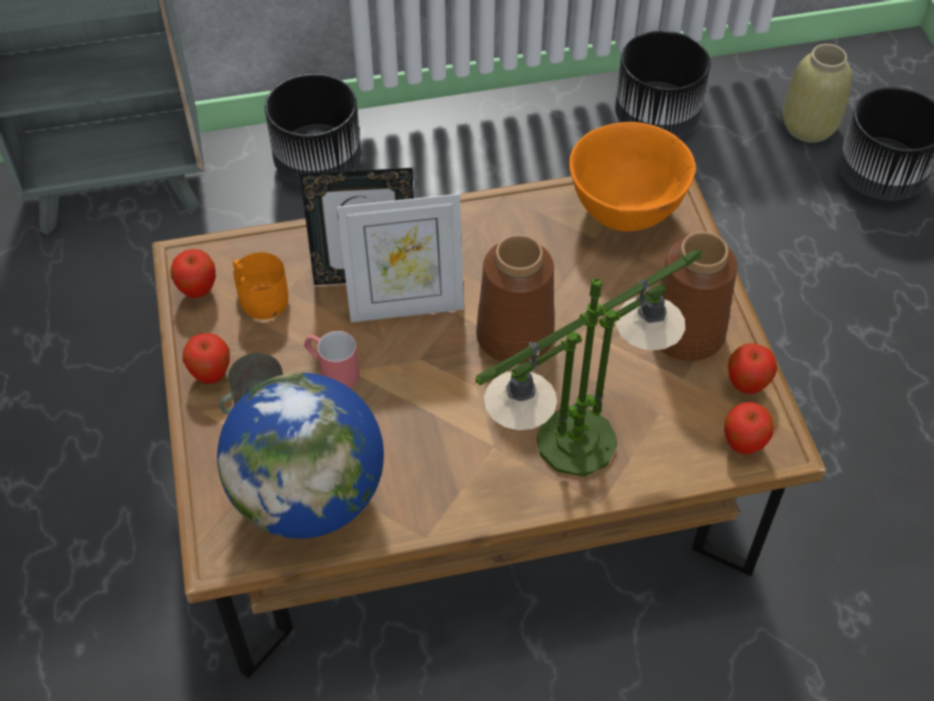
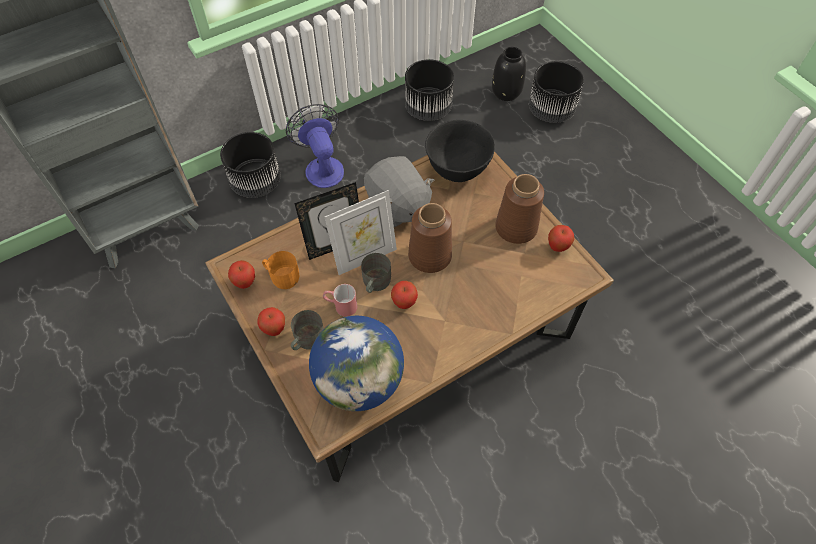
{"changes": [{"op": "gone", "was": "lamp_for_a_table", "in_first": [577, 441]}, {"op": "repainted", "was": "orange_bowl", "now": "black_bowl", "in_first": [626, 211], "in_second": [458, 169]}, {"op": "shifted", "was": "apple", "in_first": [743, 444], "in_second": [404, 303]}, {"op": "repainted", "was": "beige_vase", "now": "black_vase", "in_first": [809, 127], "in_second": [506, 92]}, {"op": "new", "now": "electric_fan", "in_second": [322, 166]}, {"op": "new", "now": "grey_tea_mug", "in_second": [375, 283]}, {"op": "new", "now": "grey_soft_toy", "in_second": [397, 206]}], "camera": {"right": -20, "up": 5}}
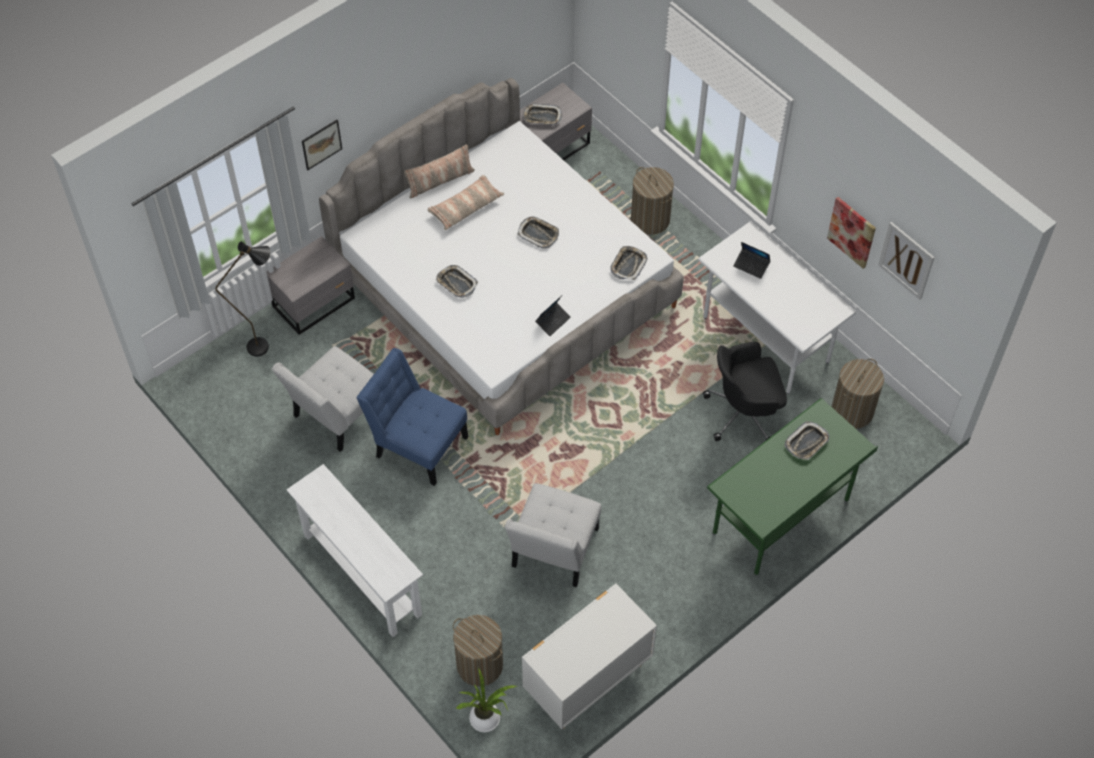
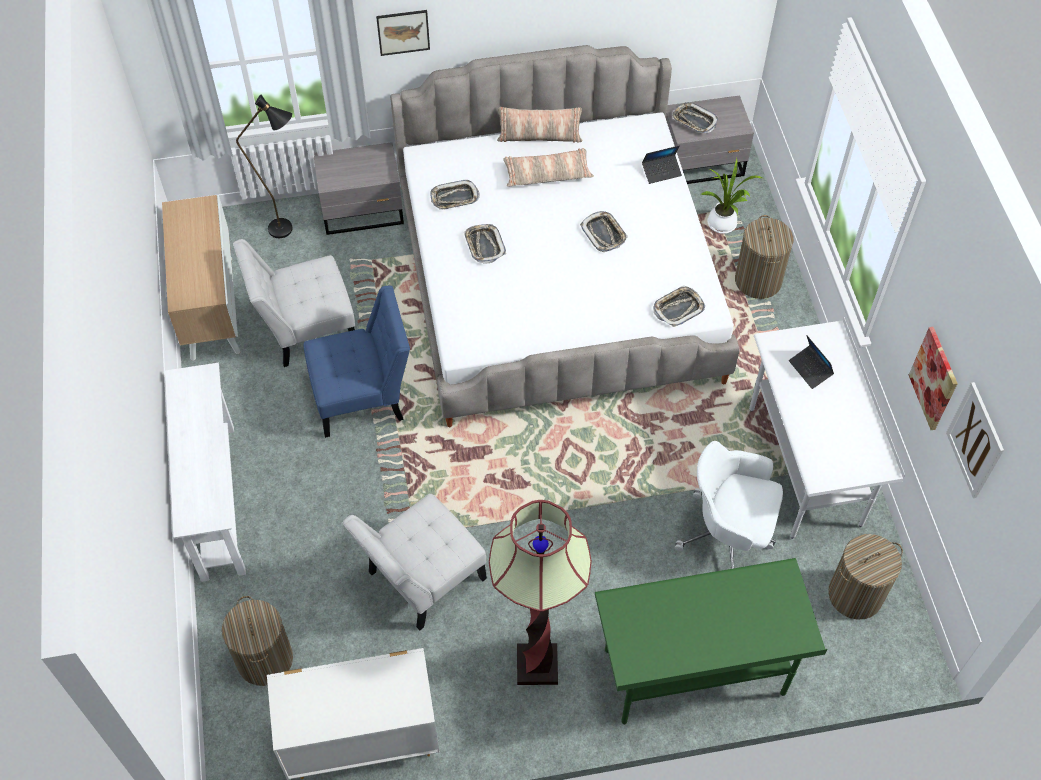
{"changes": [{"op": "rotated", "was": "bluish_chair", "in_first": [417, 444], "in_second": [363, 396], "clockwise": 105}, {"op": "shifted", "was": "houseplant", "in_first": [487, 719], "in_second": [723, 225]}, {"op": "shifted", "was": "laptop", "in_first": [553, 321], "in_second": [661, 172]}, {"op": "repainted", "was": "black_desk_chair", "now": "white_desk_chair", "in_first": [744, 413], "in_second": [728, 535]}, {"op": "shifted", "was": "serving_tray", "in_first": [806, 443], "in_second": [454, 198]}, {"op": "new", "now": "cupboard", "in_second": [210, 307]}, {"op": "new", "now": "standard_lamp", "in_second": [537, 665]}], "camera": {"right": 30, "up": 0}}
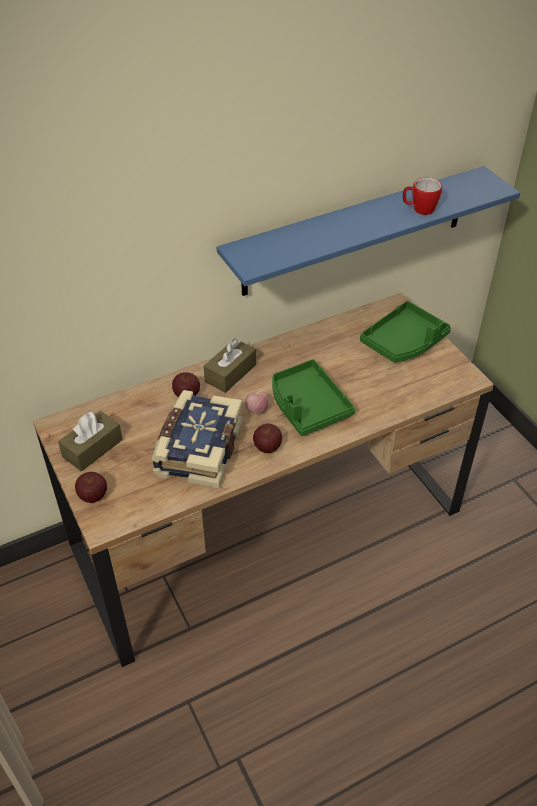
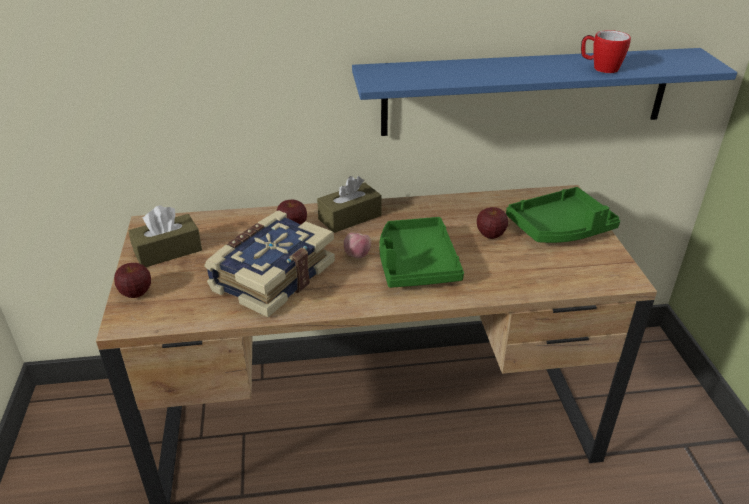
{"changes": [{"op": "shifted", "was": "apple", "in_first": [267, 447], "in_second": [491, 235]}], "camera": {"right": 20, "up": -10}}
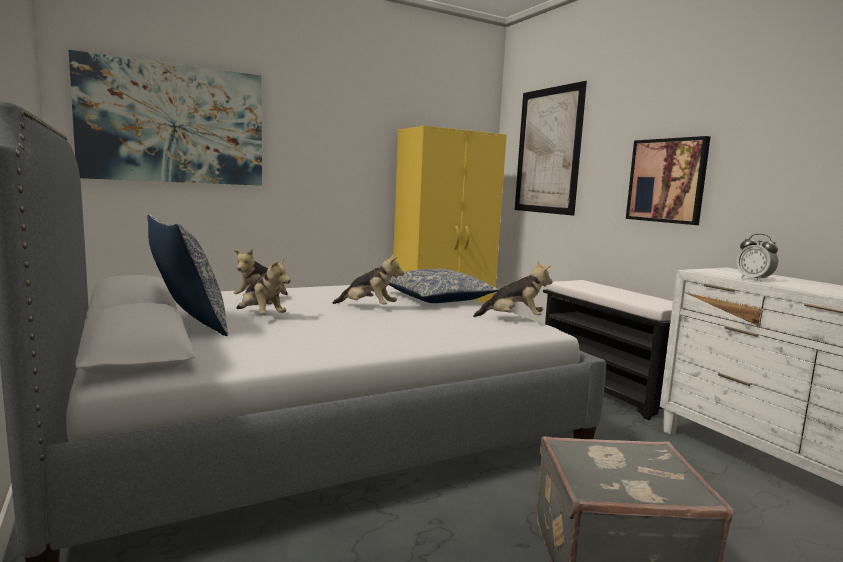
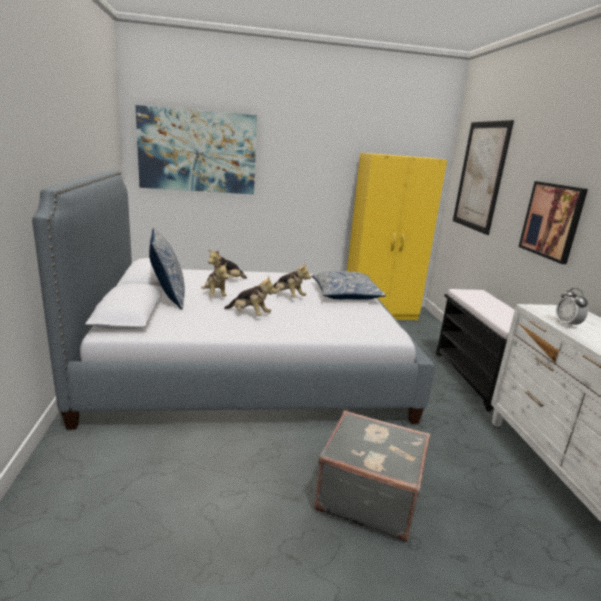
{"changes": [{"op": "shifted", "was": "soft_toy", "in_first": [513, 319], "in_second": [249, 315]}], "camera": {"right": 20, "up": 10}}
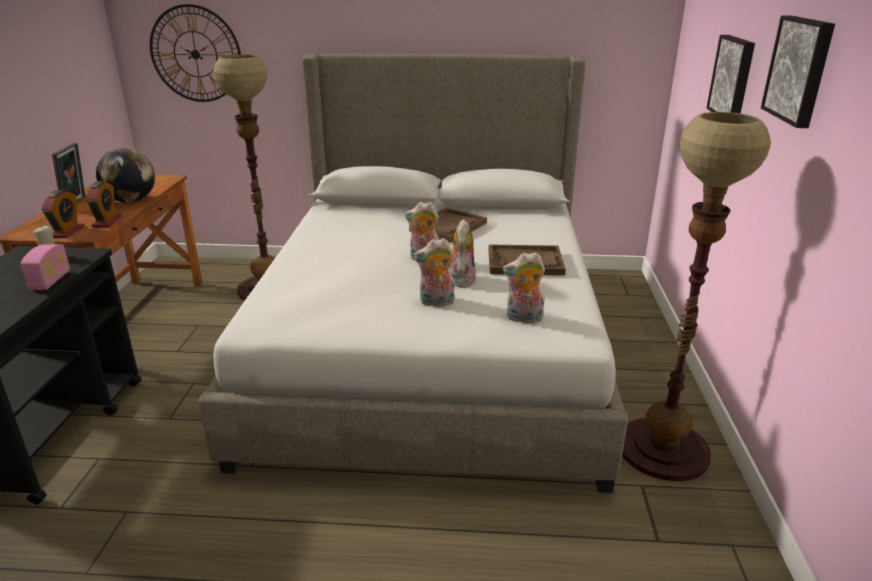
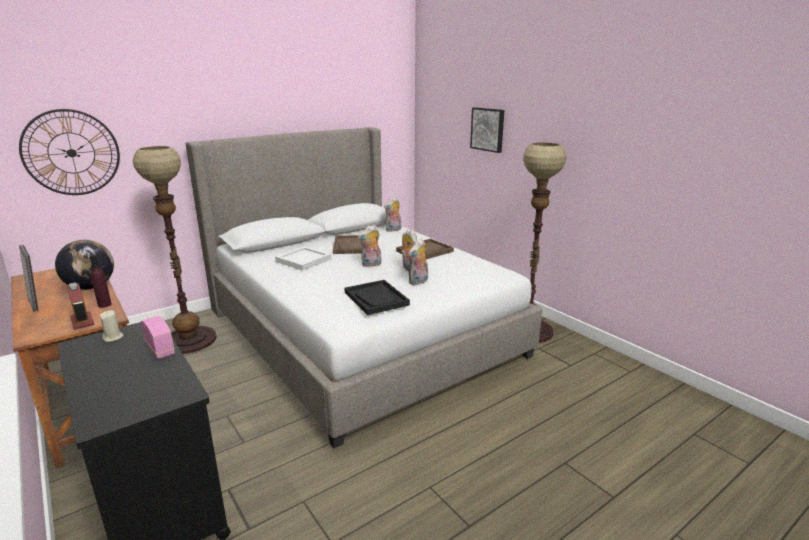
{"changes": [{"op": "swapped", "was": "table_clock", "now": "purple_drink_bottle", "in_first": [107, 221], "in_second": [104, 305]}, {"op": "shifted", "was": "soft_toy", "in_first": [523, 318], "in_second": [393, 230]}, {"op": "gone", "was": "wall_picture", "in_first": [800, 70]}, {"op": "new", "now": "white_serving_tray", "in_second": [303, 260]}, {"op": "new", "now": "black_serving_tray", "in_second": [376, 299]}], "camera": {"right": -40, "up": -5}}
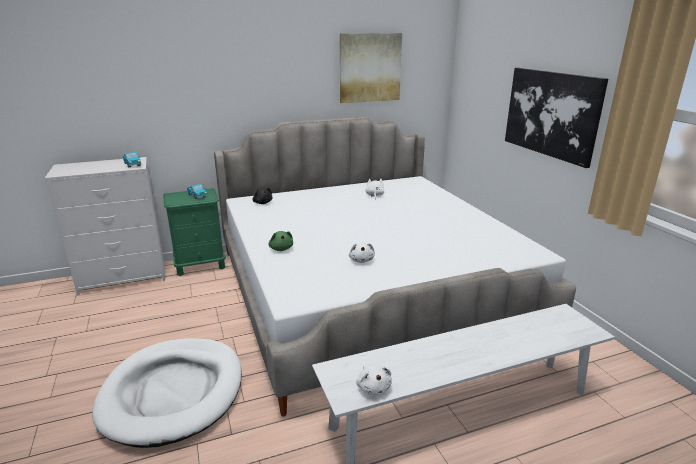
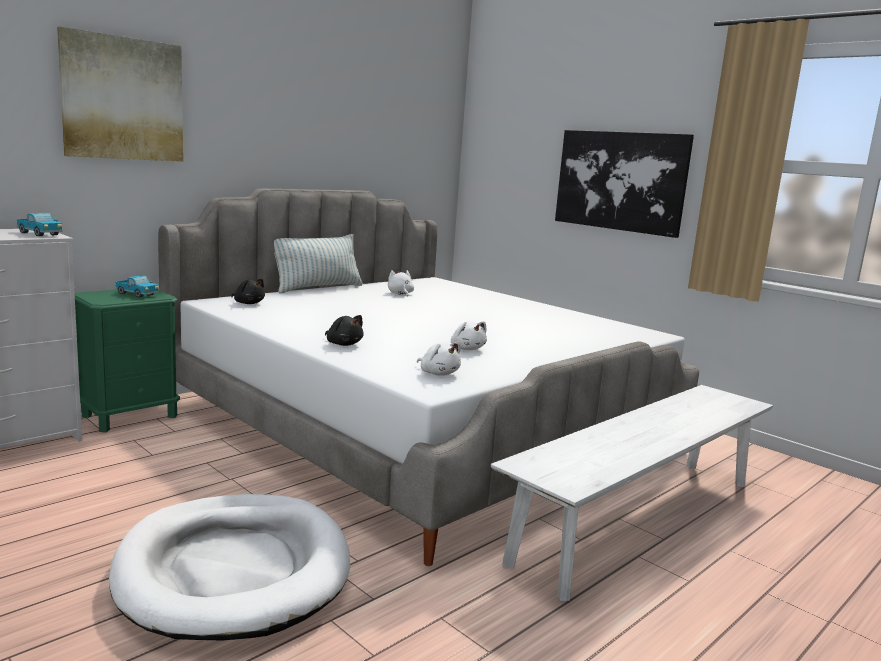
{"changes": [{"op": "repainted", "was": "greenish_soft_toy", "now": "black_soft_toy", "in_first": [281, 248], "in_second": [343, 344]}, {"op": "shifted", "was": "wall_picture", "in_first": [370, 68], "in_second": [123, 99]}, {"op": "shifted", "was": "white_soft_toy", "in_first": [373, 387], "in_second": [438, 373]}, {"op": "new", "now": "cushion", "in_second": [318, 288]}], "camera": {"right": -25, "up": -10}}
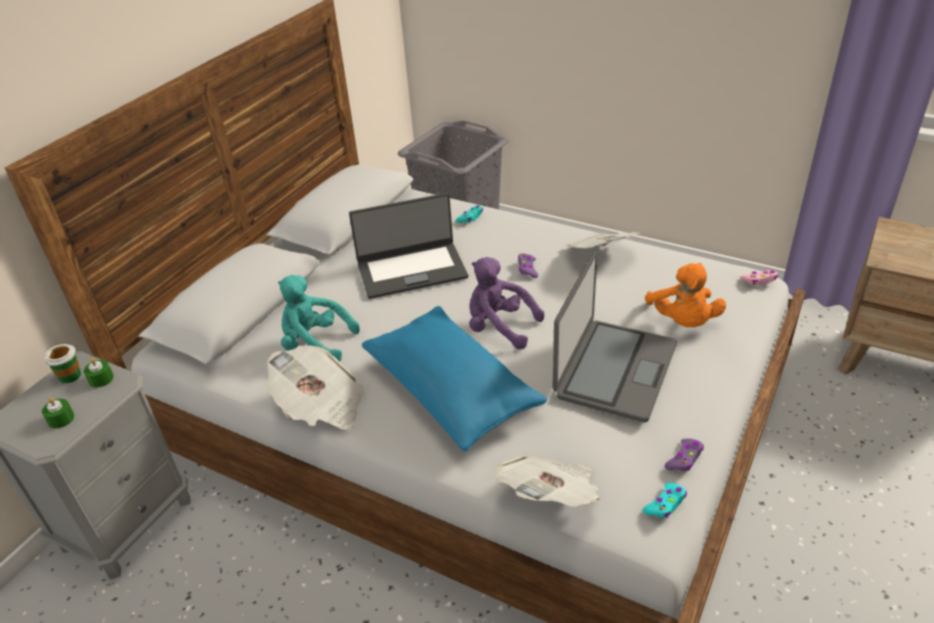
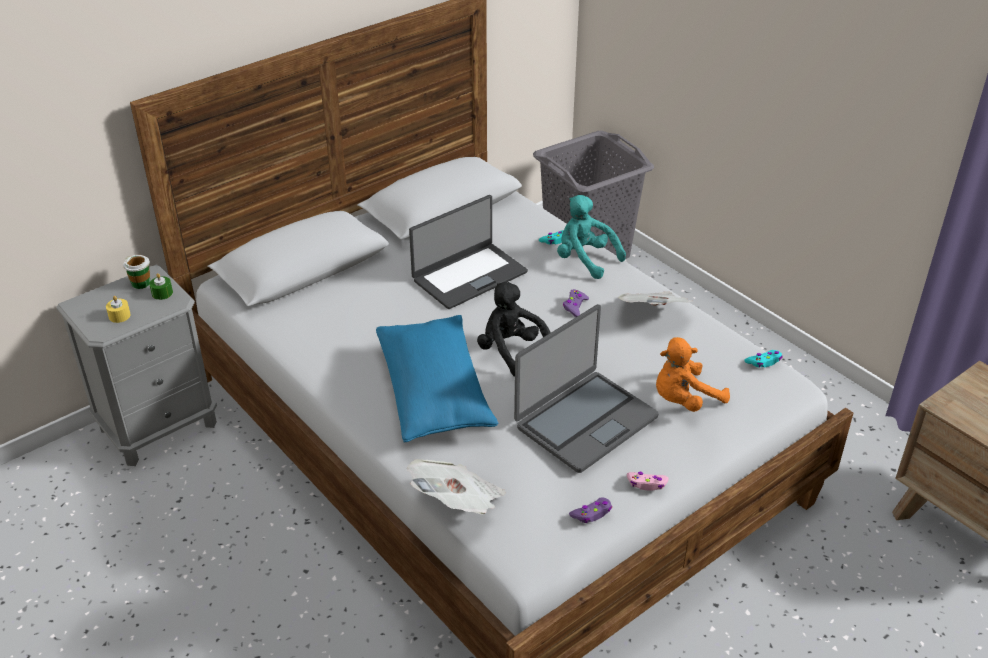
{"changes": [{"op": "repainted", "was": "greenish_wax_light", "now": "yellow_wax_light", "in_first": [61, 419], "in_second": [119, 316]}, {"op": "gone", "was": "newspaper", "in_first": [320, 406]}, {"op": "shifted", "was": "blue-green_soft_toy", "in_first": [316, 344], "in_second": [585, 260]}, {"op": "rotated", "was": "laptop", "in_first": [411, 270], "in_second": [469, 275], "clockwise": -45}, {"op": "repainted", "was": "purple_soft_toy", "now": "black_soft_toy", "in_first": [499, 327], "in_second": [512, 352]}, {"op": "shifted", "was": "blue-green_game_controller", "in_first": [665, 504], "in_second": [764, 362]}, {"op": "rotated", "was": "orange_soft_toy", "in_first": [682, 322], "in_second": [683, 400], "clockwise": 45}, {"op": "shifted", "was": "pinkish_game_controller", "in_first": [759, 280], "in_second": [647, 484]}], "camera": {"right": 20, "up": 0}}
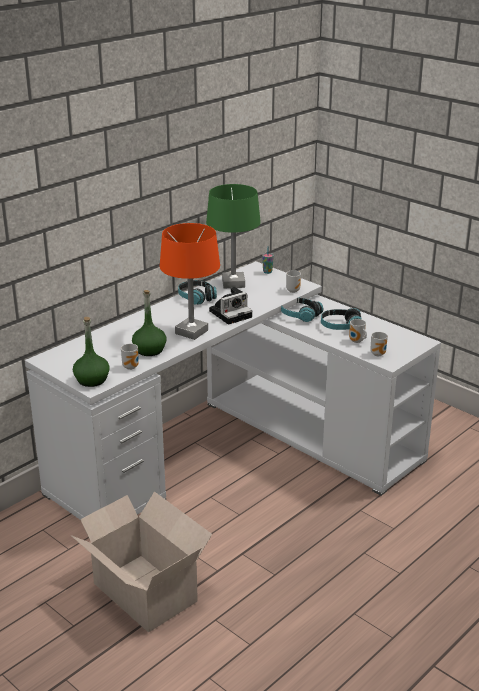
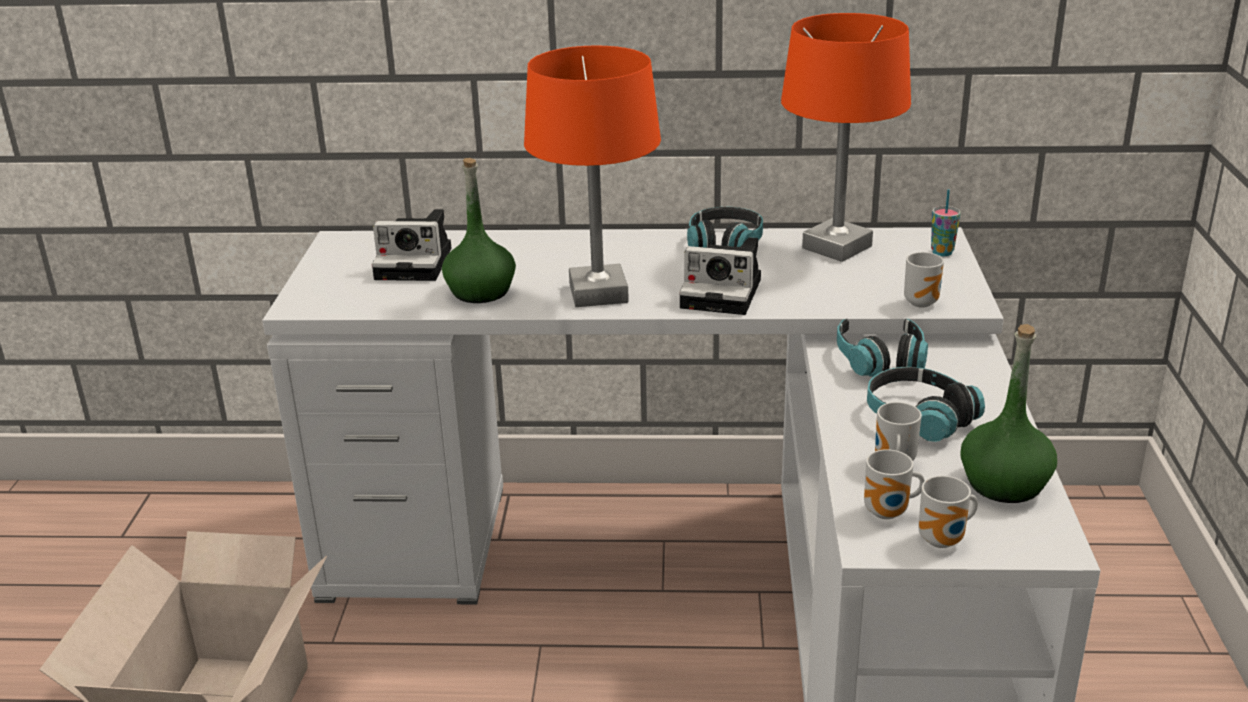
{"changes": [{"op": "shifted", "was": "greenish_drink_bottle", "in_first": [92, 380], "in_second": [1004, 484]}, {"op": "shifted", "was": "tea_mug", "in_first": [132, 367], "in_second": [944, 541]}, {"op": "repainted", "was": "greenish_lamp_for_a_table", "now": "orange_lamp_for_a_table", "in_first": [233, 283], "in_second": [836, 247]}, {"op": "new", "now": "still_camera", "in_second": [417, 263]}], "camera": {"right": 50, "up": 0}}
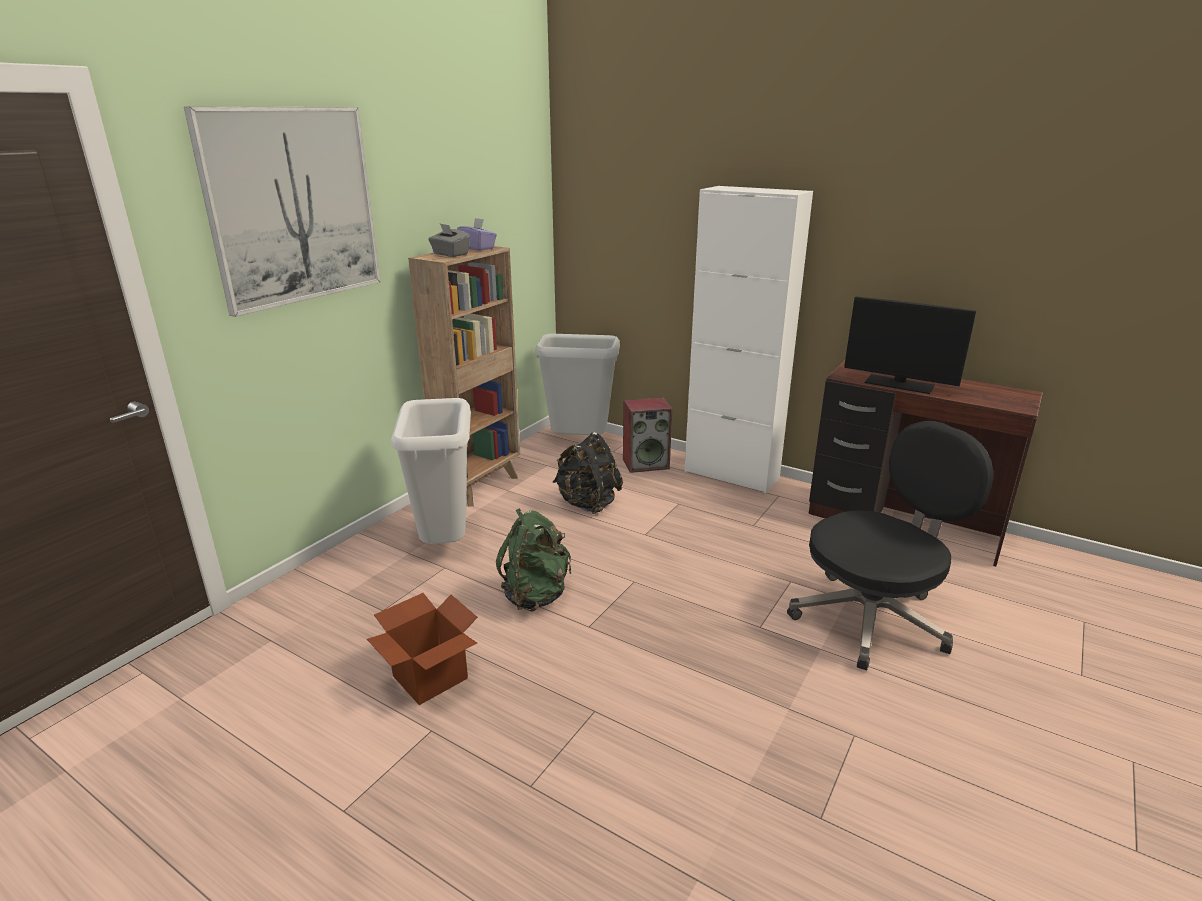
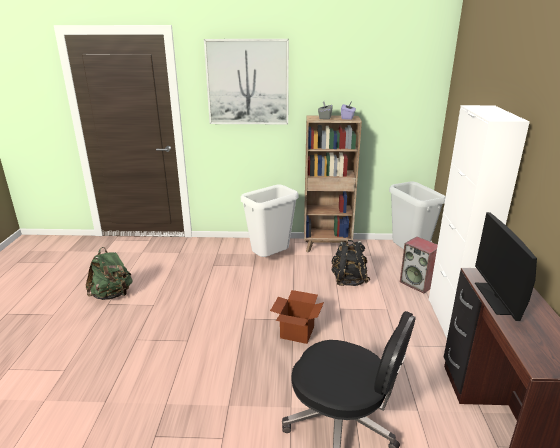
{"changes": [{"op": "shifted", "was": "packing_box", "in_first": [430, 677], "in_second": [297, 332]}, {"op": "shifted", "was": "greenish_knapsack", "in_first": [536, 595], "in_second": [112, 295]}], "camera": {"right": 60, "up": 0}}
